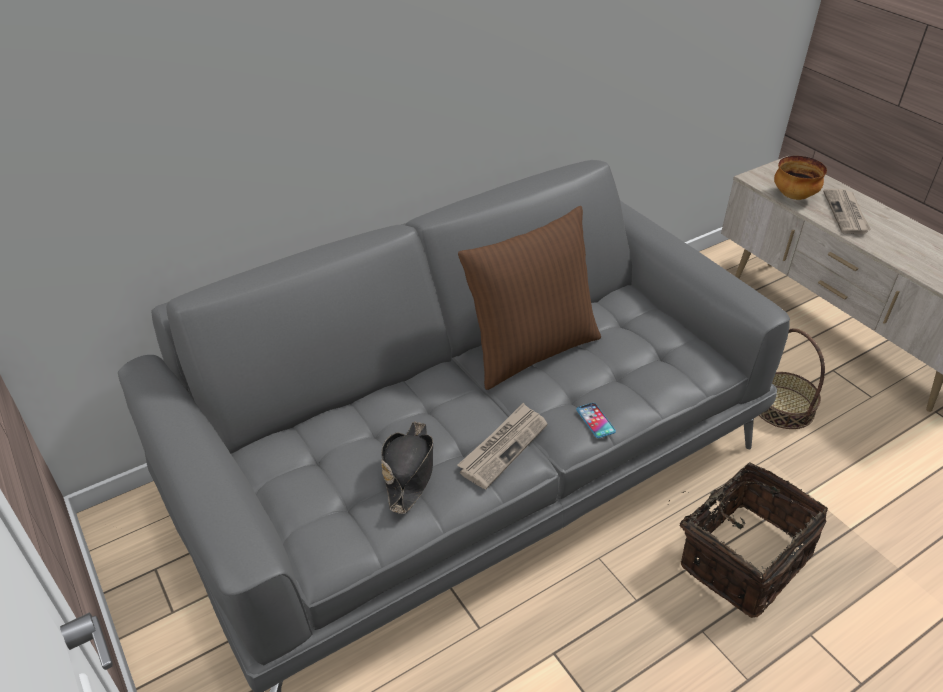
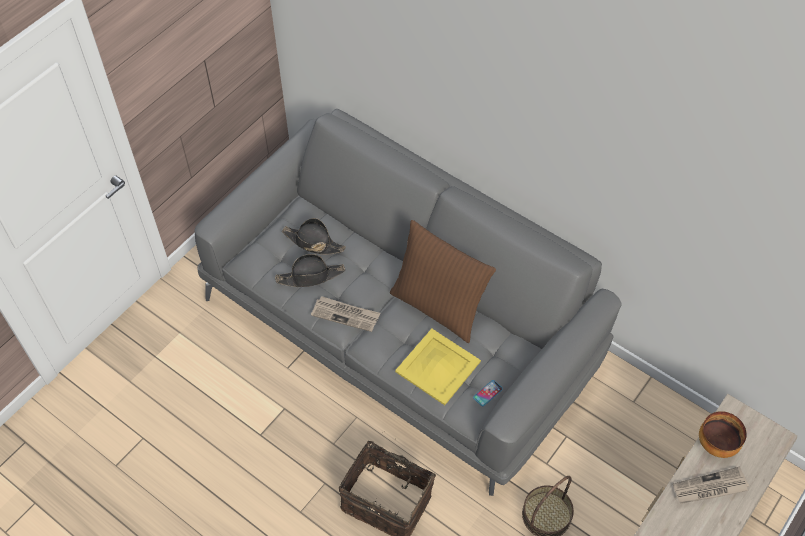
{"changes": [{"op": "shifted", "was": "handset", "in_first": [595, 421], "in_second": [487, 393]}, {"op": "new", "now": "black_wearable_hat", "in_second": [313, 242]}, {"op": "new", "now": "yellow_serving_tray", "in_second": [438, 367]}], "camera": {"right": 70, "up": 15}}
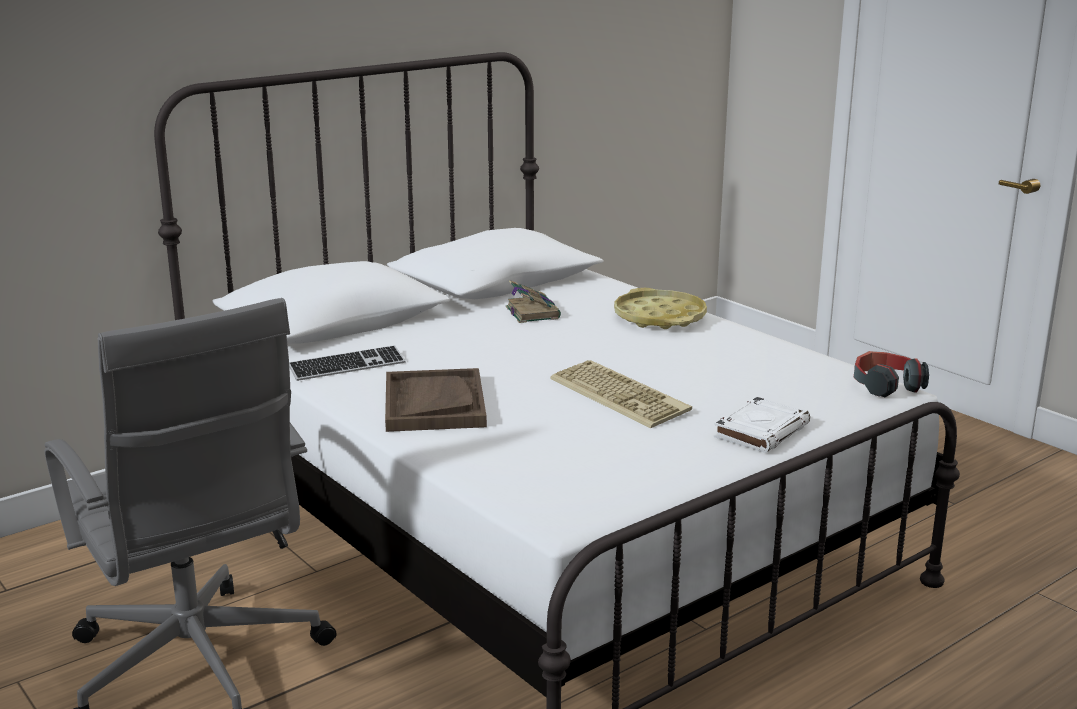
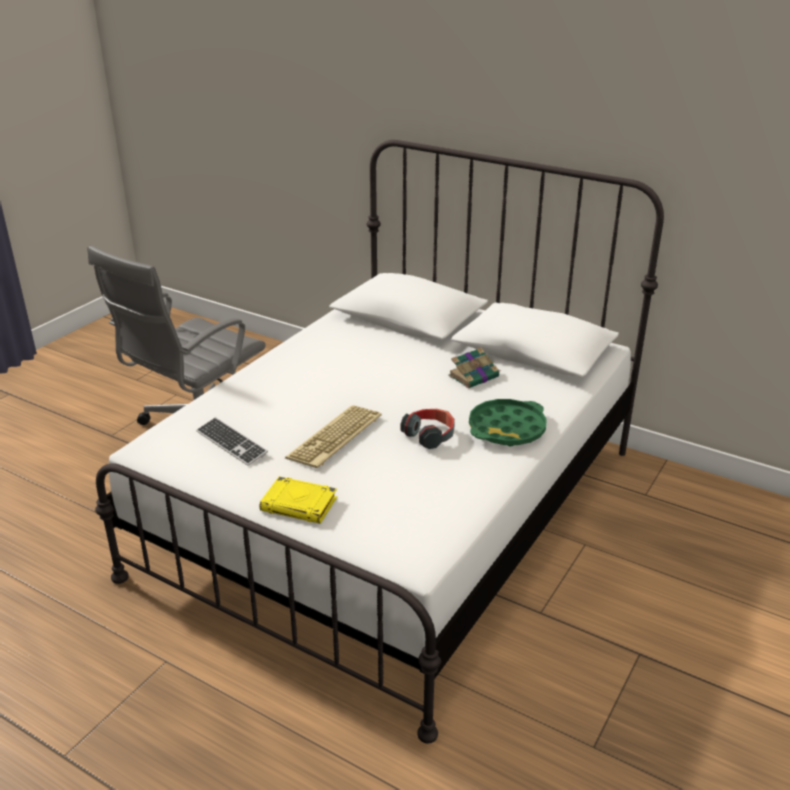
{"changes": [{"op": "shifted", "was": "PC_keyboard", "in_first": [347, 366], "in_second": [231, 443]}, {"op": "gone", "was": "brown_serving_tray", "in_first": [434, 403]}, {"op": "repainted", "was": "yellow_serving_tray", "now": "greenish_serving_tray", "in_first": [659, 317], "in_second": [507, 429]}, {"op": "repainted", "was": "white_volume", "now": "yellow_volume", "in_first": [761, 431], "in_second": [300, 504]}, {"op": "shifted", "was": "headphones", "in_first": [886, 385], "in_second": [430, 435]}], "camera": {"right": 70, "up": 10}}
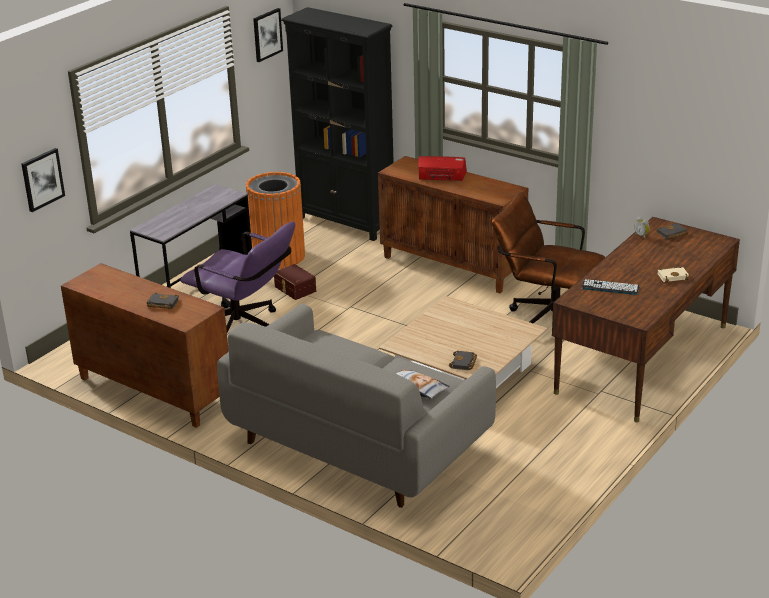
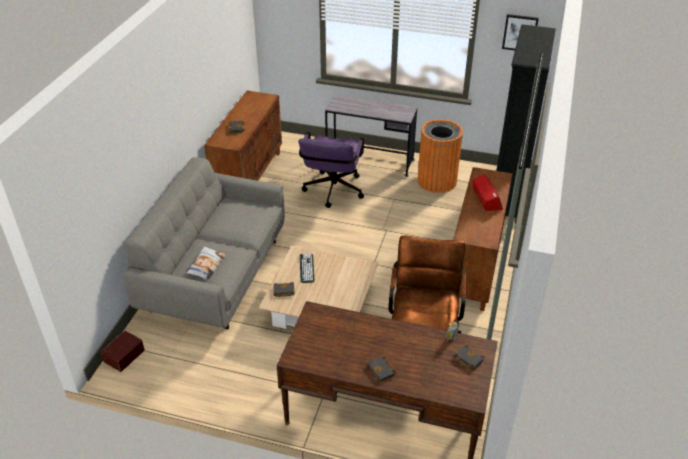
{"changes": [{"op": "gone", "was": "wall_picture", "in_first": [42, 179]}, {"op": "shifted", "was": "brown_storage_container", "in_first": [294, 289], "in_second": [123, 355]}, {"op": "shifted", "was": "PC_keyboard", "in_first": [610, 287], "in_second": [306, 268]}, {"op": "repainted", "was": "beige_volume", "now": "black_volume", "in_first": [673, 276], "in_second": [382, 371]}], "camera": {"right": 70, "up": 10}}
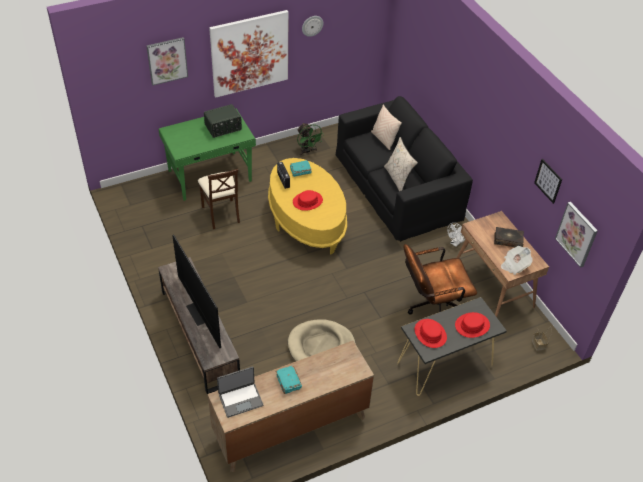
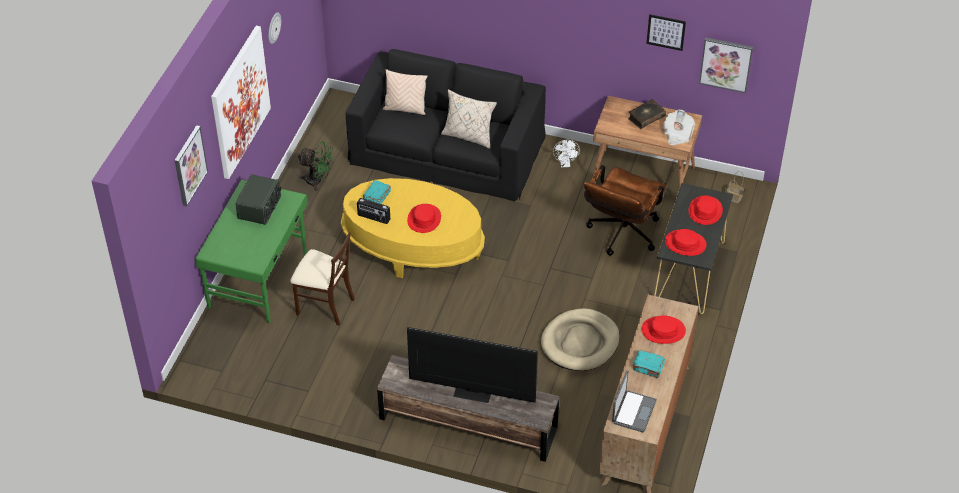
{"changes": [{"op": "new", "now": "red_wearable_hat", "in_second": [663, 330]}], "camera": {"right": -45, "up": 0}}
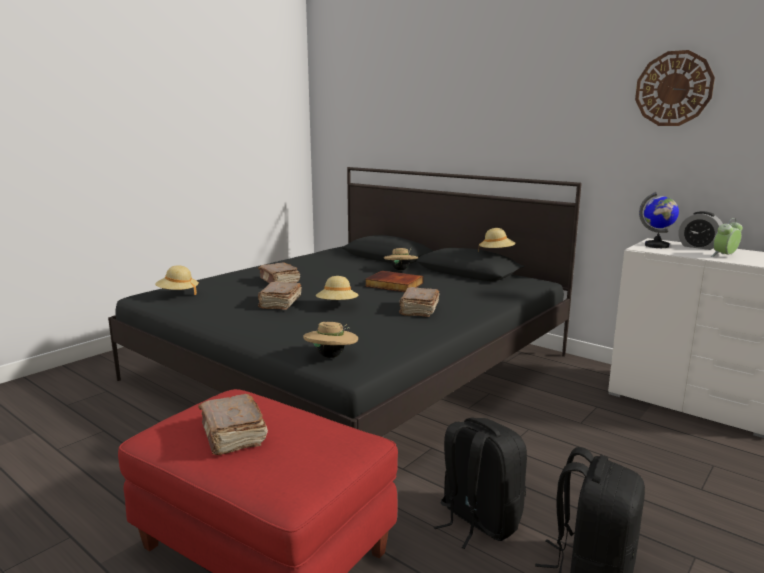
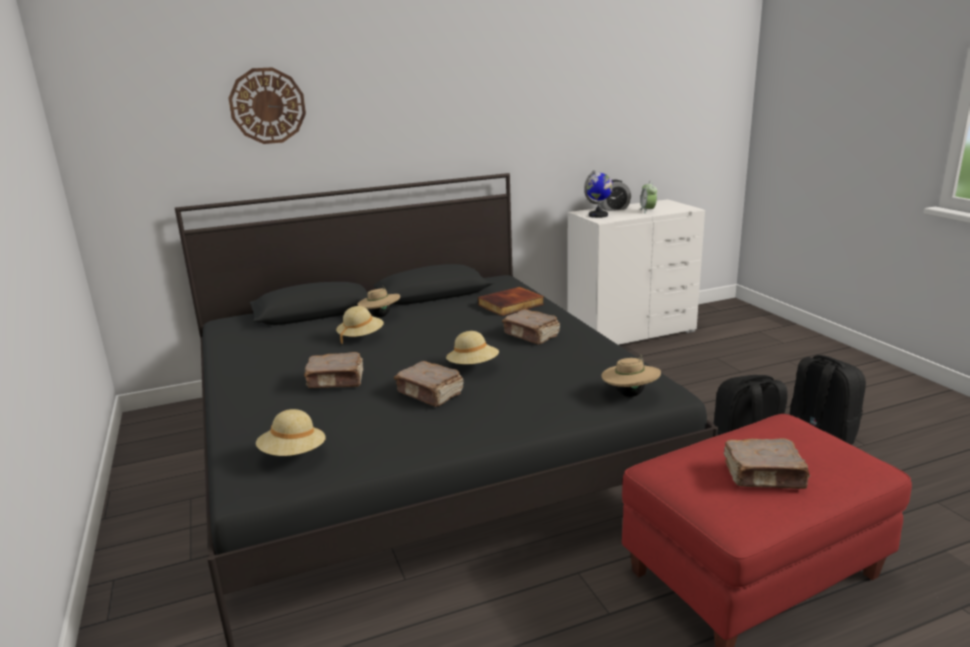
{"changes": [{"op": "shifted", "was": "volume", "in_first": [393, 285], "in_second": [511, 305]}, {"op": "shifted", "was": "beige_wearable_hat", "in_first": [496, 253], "in_second": [361, 337]}, {"op": "shifted", "was": "wall_clock", "in_first": [673, 89], "in_second": [267, 106]}], "camera": {"right": -60, "up": 5}}
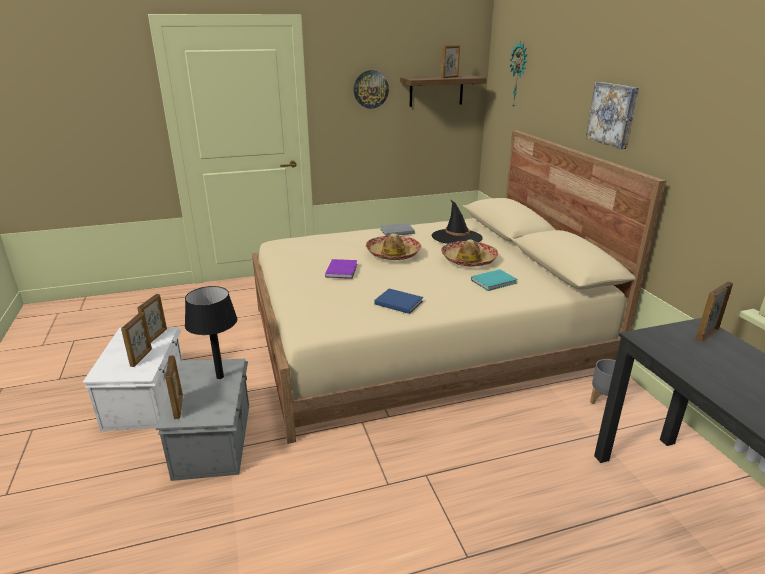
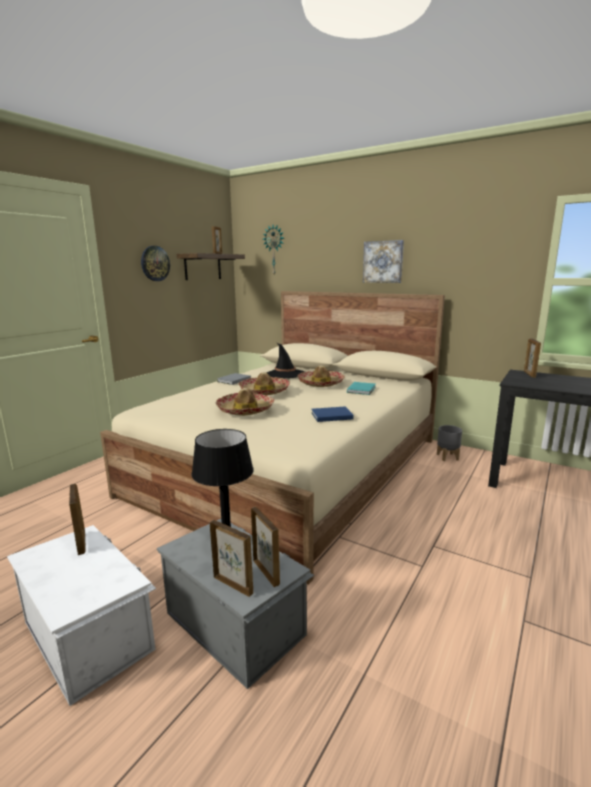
{"changes": [{"op": "shifted", "was": "picture_frame", "in_first": [141, 357], "in_second": [266, 572]}, {"op": "swapped", "was": "purple_volume", "now": "wearable_hat", "in_first": [342, 270], "in_second": [245, 410]}], "camera": {"right": -40, "up": -10}}
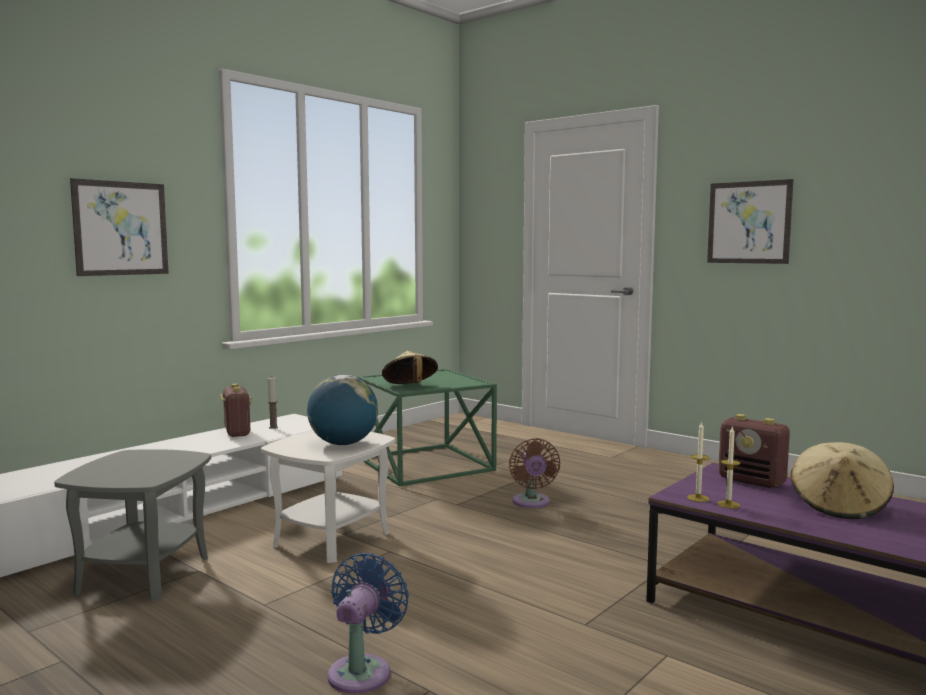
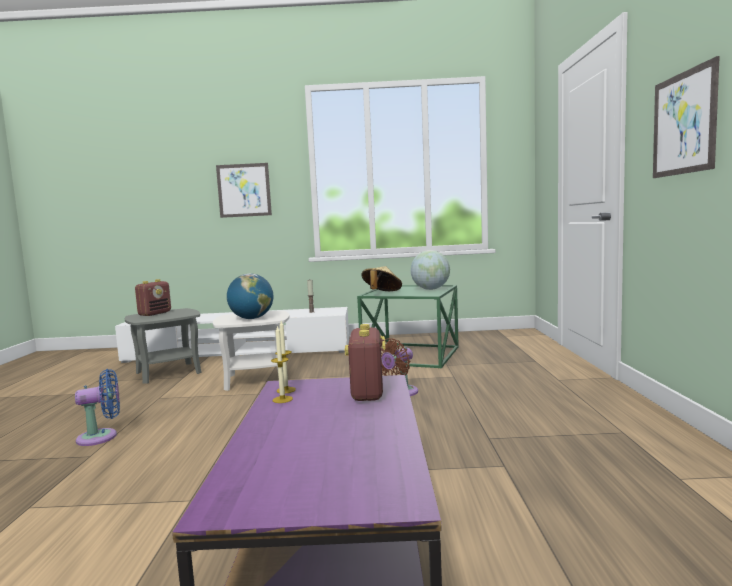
{"changes": [{"op": "shifted", "was": "radio", "in_first": [237, 432], "in_second": [155, 313]}, {"op": "gone", "was": "beige_wearable_hat", "in_first": [839, 506]}, {"op": "new", "now": "world_globe", "in_second": [430, 289]}], "camera": {"right": 50, "up": 0}}
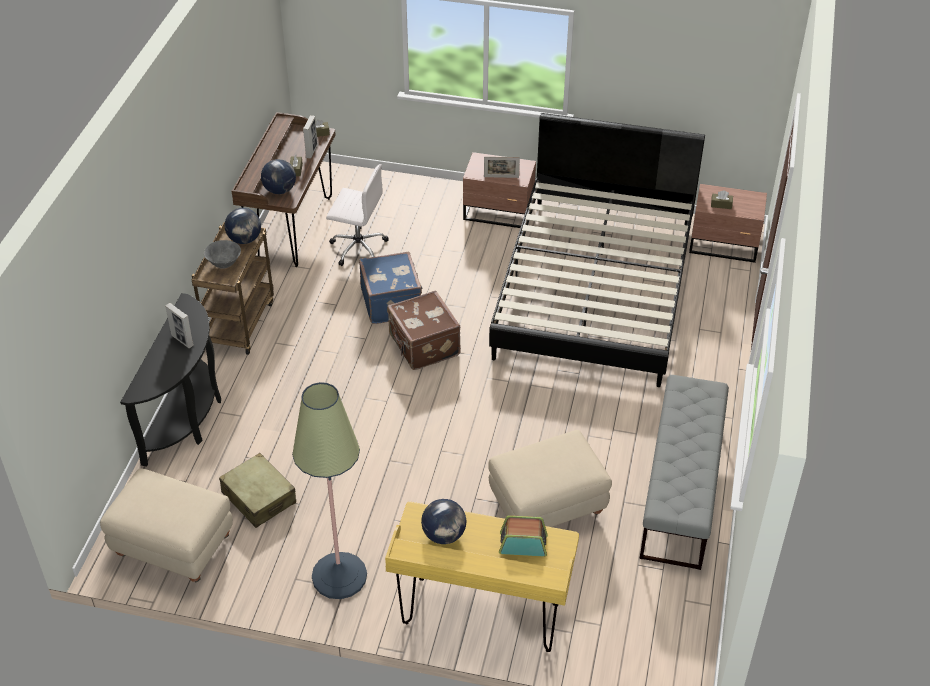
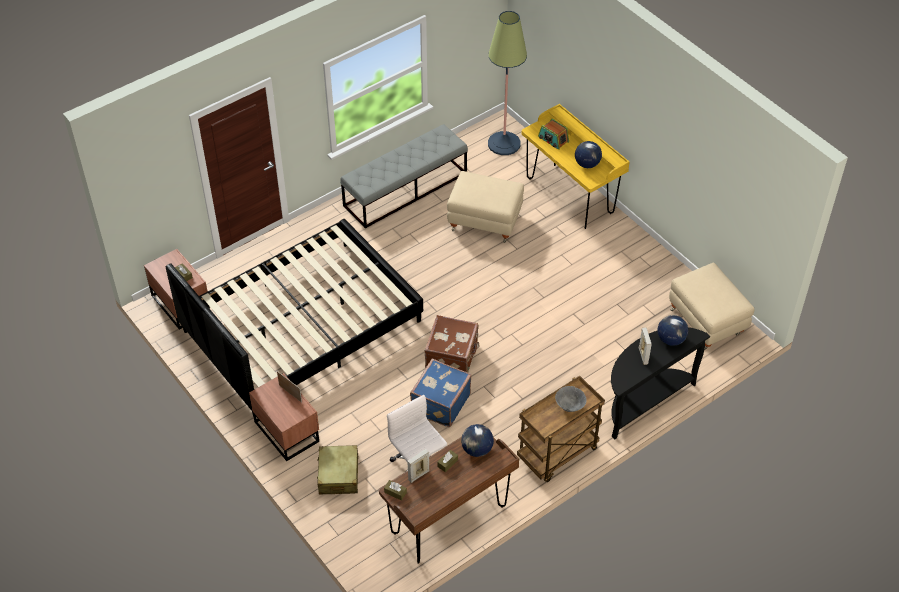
{"changes": [{"op": "shifted", "was": "beige_piece_of_luggage", "in_first": [259, 497], "in_second": [338, 475]}, {"op": "shifted", "was": "world_globe", "in_first": [245, 240], "in_second": [671, 339]}, {"op": "shifted", "was": "standard_lamp", "in_first": [339, 576], "in_second": [504, 144]}], "camera": {"right": -140, "up": 5}}
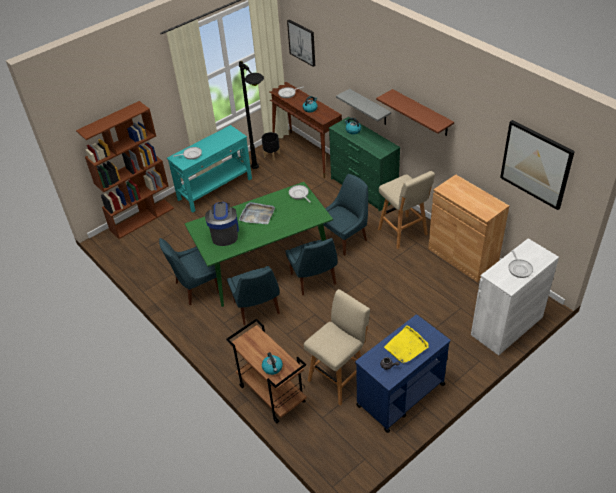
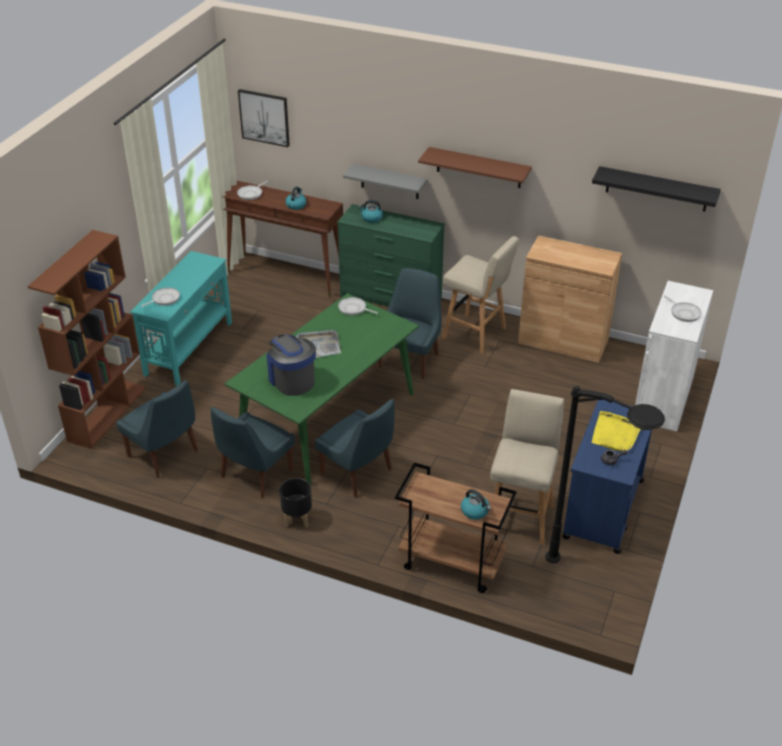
{"changes": [{"op": "shifted", "was": "black_standard_lamp", "in_first": [263, 181], "in_second": [594, 582]}, {"op": "shifted", "was": "black_planter", "in_first": [271, 155], "in_second": [297, 518]}, {"op": "shifted", "was": "bluish_chair", "in_first": [314, 280], "in_second": [165, 455]}, {"op": "swapped", "was": "wall_picture", "now": "black_bracket_shelf", "in_first": [536, 164], "in_second": [657, 189]}], "camera": {"right": -30, "up": -5}}
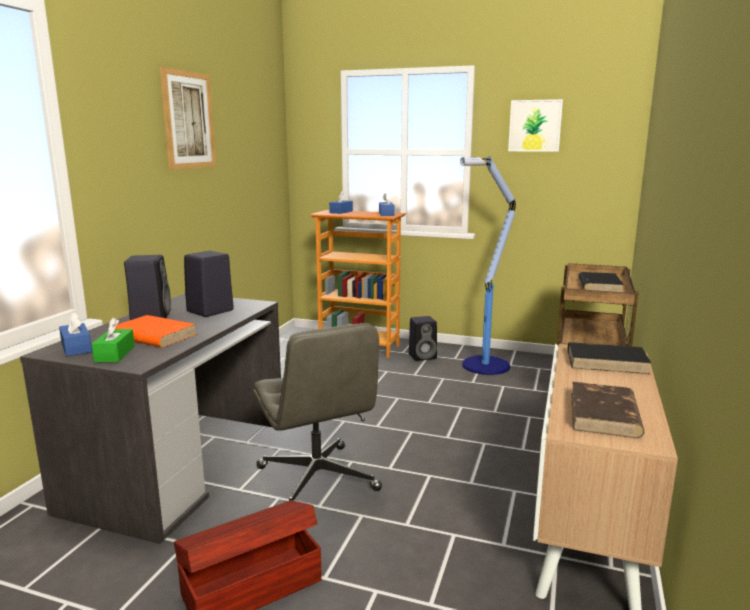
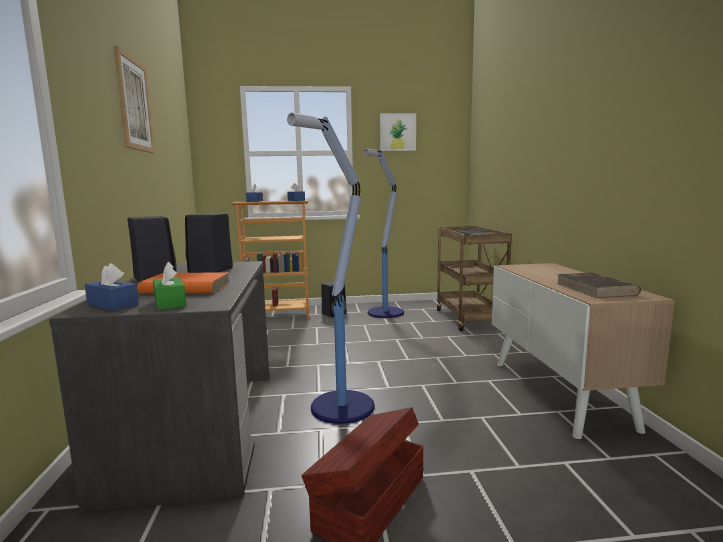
{"changes": [{"op": "swapped", "was": "grey_desk_chair", "now": "standard_lamp", "in_first": [318, 479], "in_second": [340, 408]}, {"op": "gone", "was": "black_volume", "in_first": [607, 362]}], "camera": {"right": -25, "up": -5}}
